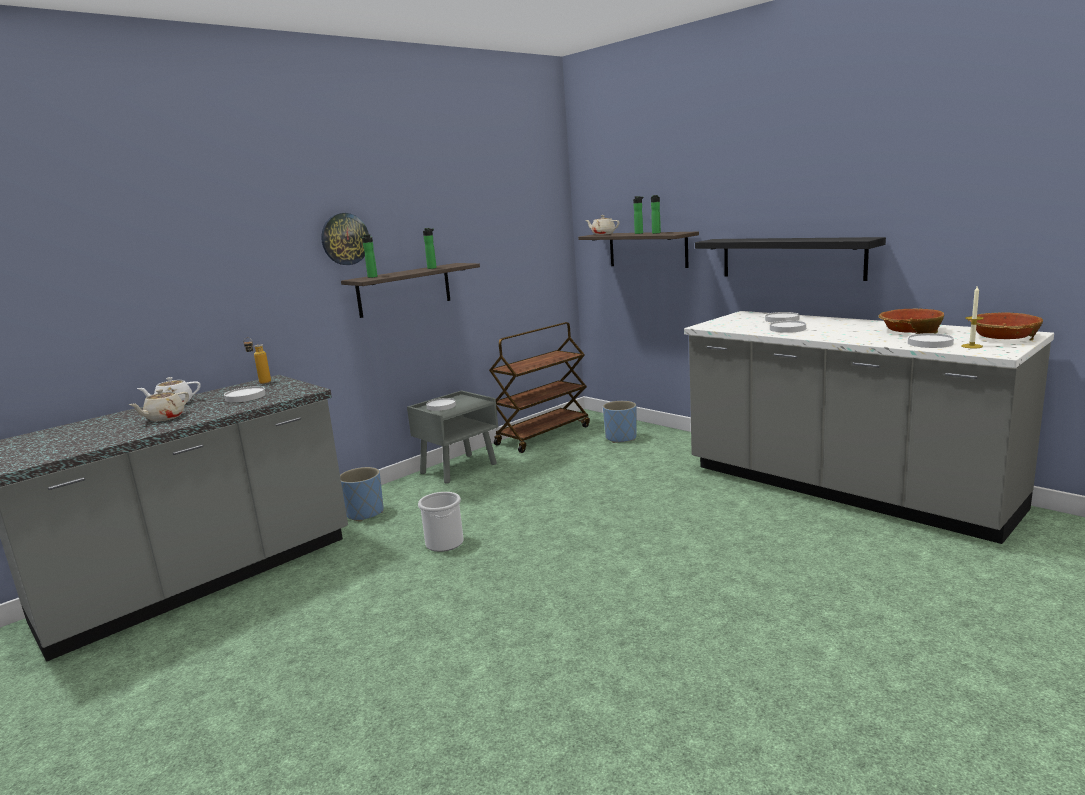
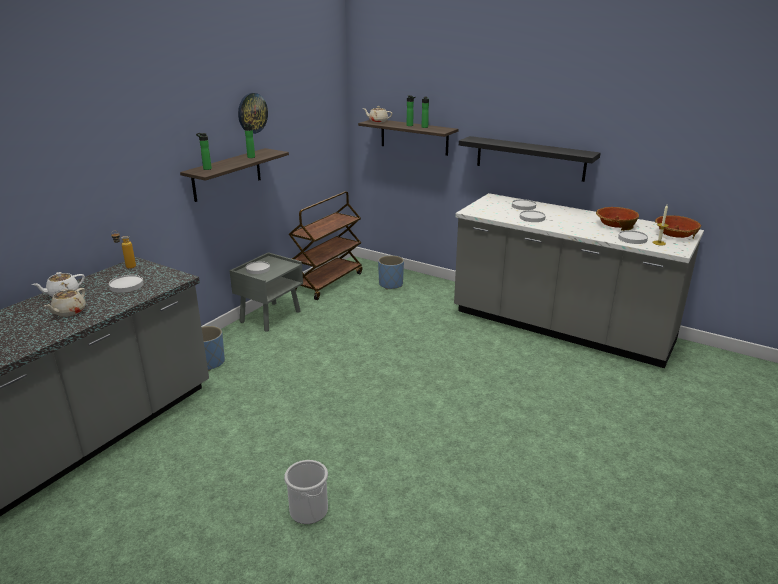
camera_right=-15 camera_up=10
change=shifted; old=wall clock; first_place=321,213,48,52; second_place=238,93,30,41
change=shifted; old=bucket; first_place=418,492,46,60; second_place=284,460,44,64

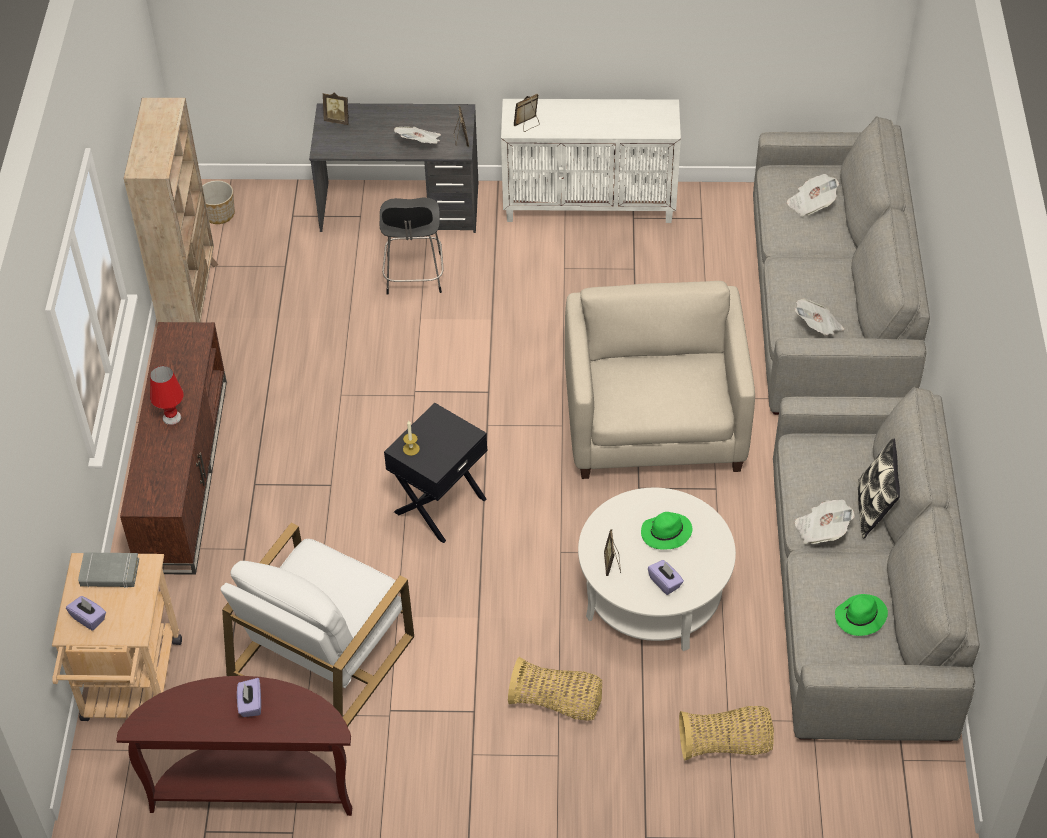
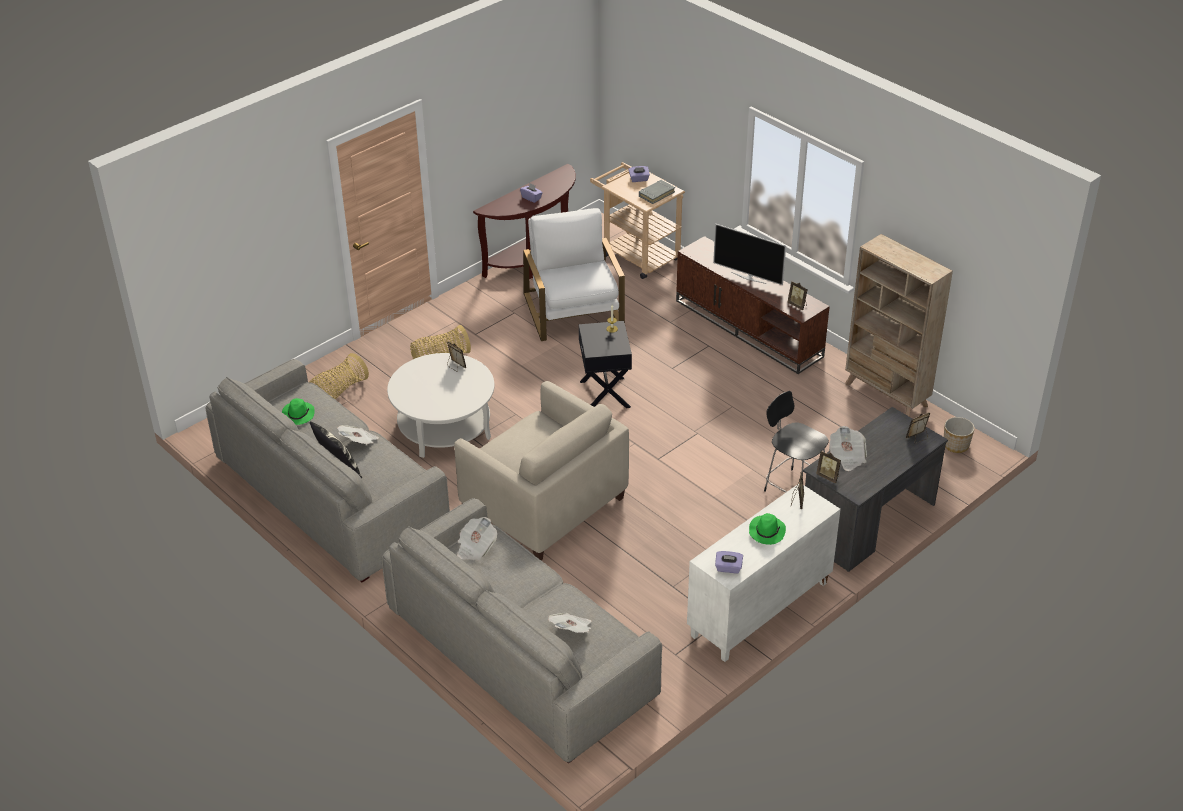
camera_right=135 camera_up=-10
change=swapped; old=table lamp/red; new=television; first_place=150,366,34,59; second_place=713,224,73,61
change=shifted; old=hat/green; first_place=641,512,51,38; second_place=749,513,37,32
change=shifted; old=tissue box/purple; first_place=648,560,36,35; second_place=715,551,28,22
change=new; new=picture frame; second_place=788,281,19,29

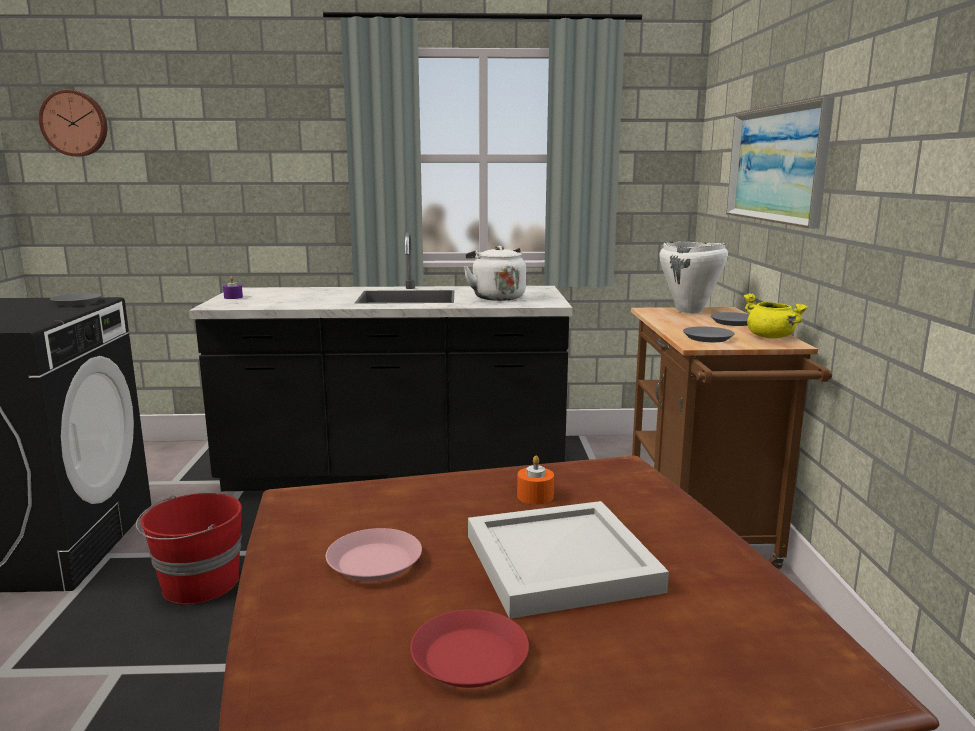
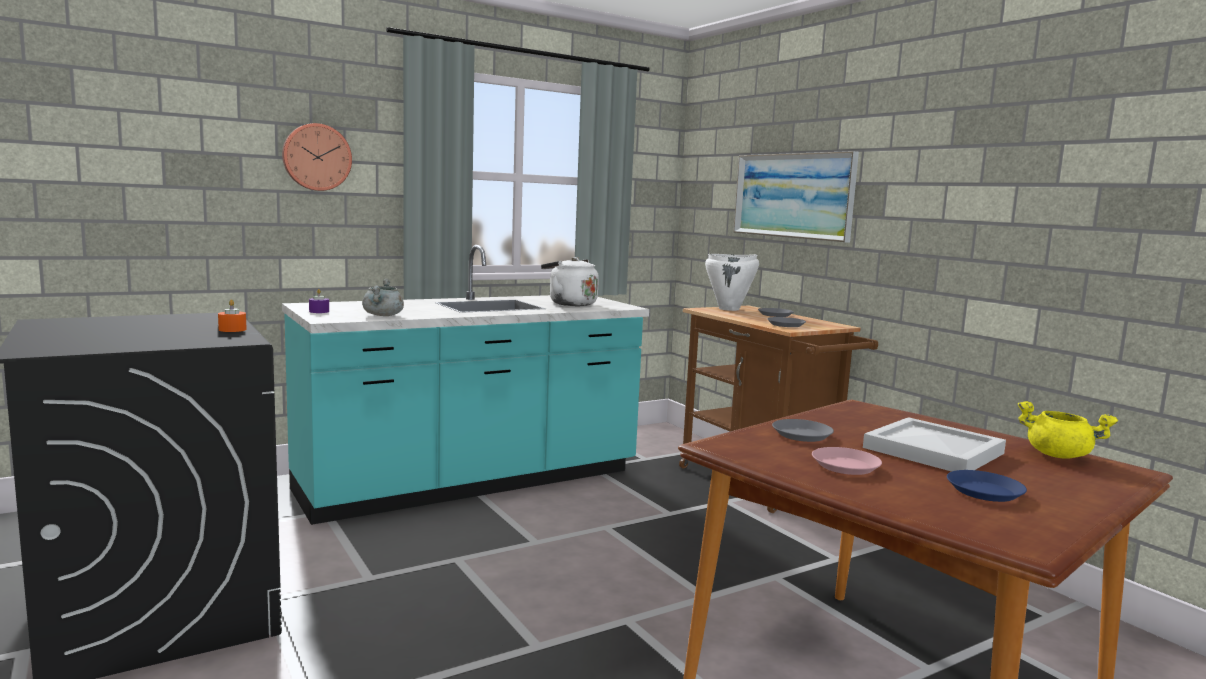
camera_right=-30 camera_up=-5
change=shifted; old=wall clock; first_place=39,90,68,66; second_place=282,123,70,68
change=repainted; old=counter/black; new=counter/turquoise; first_place=189,232,383,259; second_place=282,245,367,280
change=shifted; old=plate/grey; first_place=50,293,51,13; second_place=772,419,62,23
change=shifted; old=cooking pot/yellow; first_place=743,293,66,45; second_place=1018,401,100,58
change=shifted; old=candle/orange; first_place=517,455,37,50; second_place=218,300,29,32
change=gone; old=bucket/red; first_place=136,493,106,111
change=repainted; old=plate/red; new=plate/blue; first_place=410,609,119,79; second_place=947,470,80,32
change=new; new=cooking pot/grey; second_place=362,279,42,37

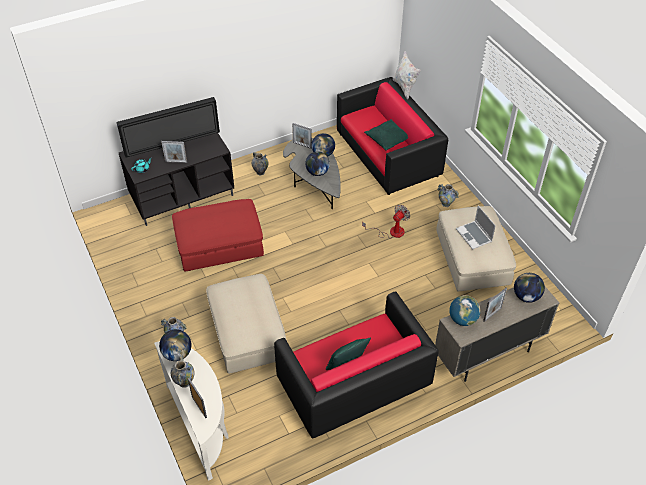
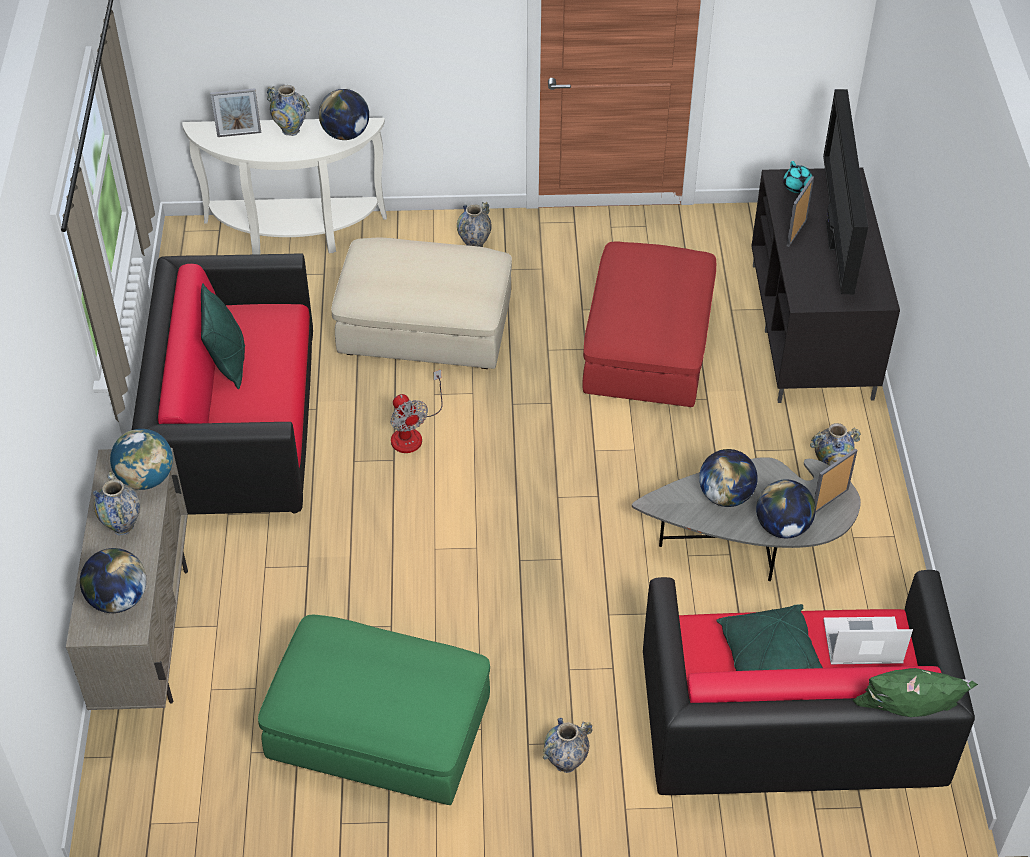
camera_right=115 camera_up=0
change=repainted; old=pillow/white; new=pillow/green; first_place=393,51,28,49; second_place=853,668,125,49
change=shifted; old=fan; first_place=362,205,48,34; second_place=390,370,53,83
change=repainted; old=ottoman/beige; new=ottoman/green; first_place=436,206,80,86; second_place=258,615,232,190
change=shifted; old=laptop; first_place=456,206,40,44; second_place=823,617,90,47
change=swapped; old=picture frame; new=vase; first_place=483,288,24,34; second_place=93,471,47,65

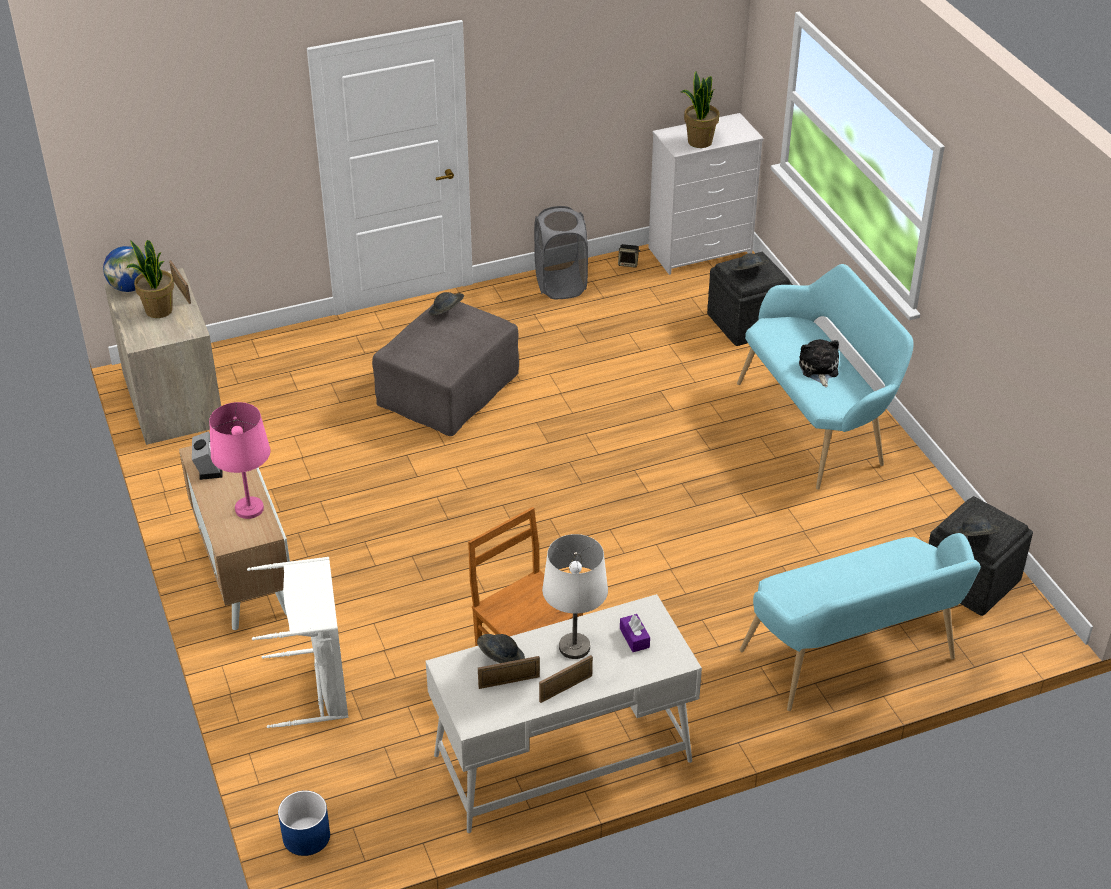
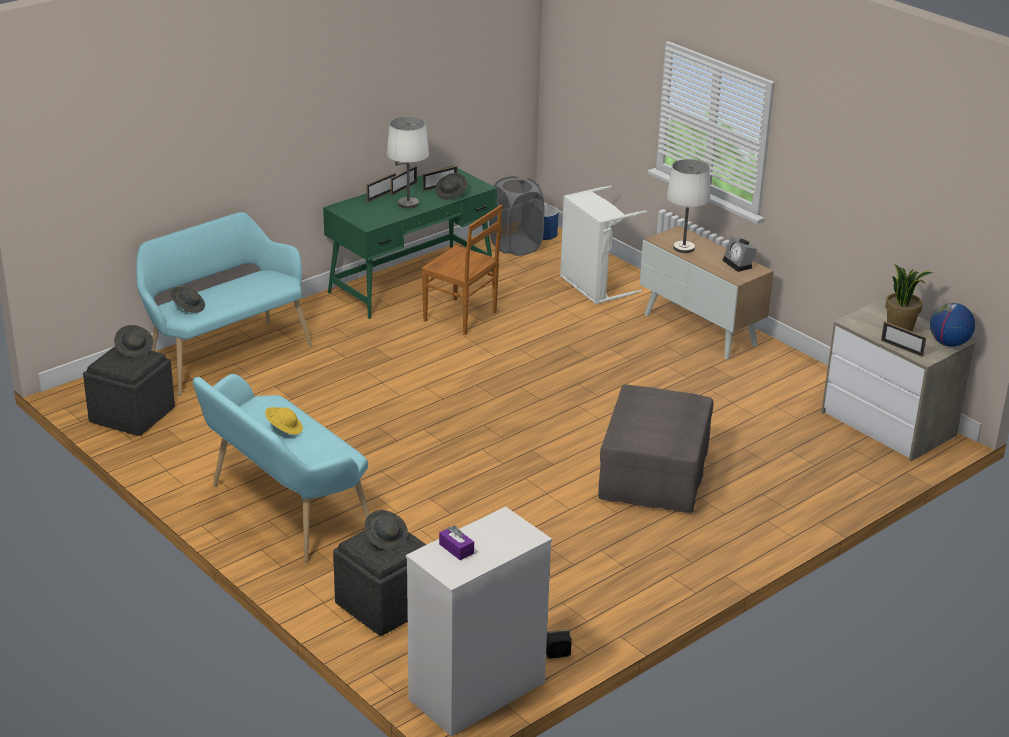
camera_right=160 camera_up=-10
change=gone; old=potted plant; first_place=681,71,38,77
change=shifted; old=laundry basket/grey; first_place=534,206,54,93; second_place=489,176,55,80
change=shifted; old=hat/grey; first_place=429,292,35,23; second_place=170,287,35,26
change=swapped; old=plush toy; new=hat/yellow; first_place=799,339,40,48; second_place=265,407,38,28
change=repainted; old=table lamp/pink; new=table lamp/white; first_place=209,402,61,117; second_place=666,159,44,94
change=repainted; old=desk/white; new=desk/green; first_place=426,594,276,239; second_place=323,165,174,154
change=shifted; old=tissue box/purple; first_place=620,614,30,38; second_place=439,525,35,35
change=new; new=picture frame; second_place=366,173,30,29

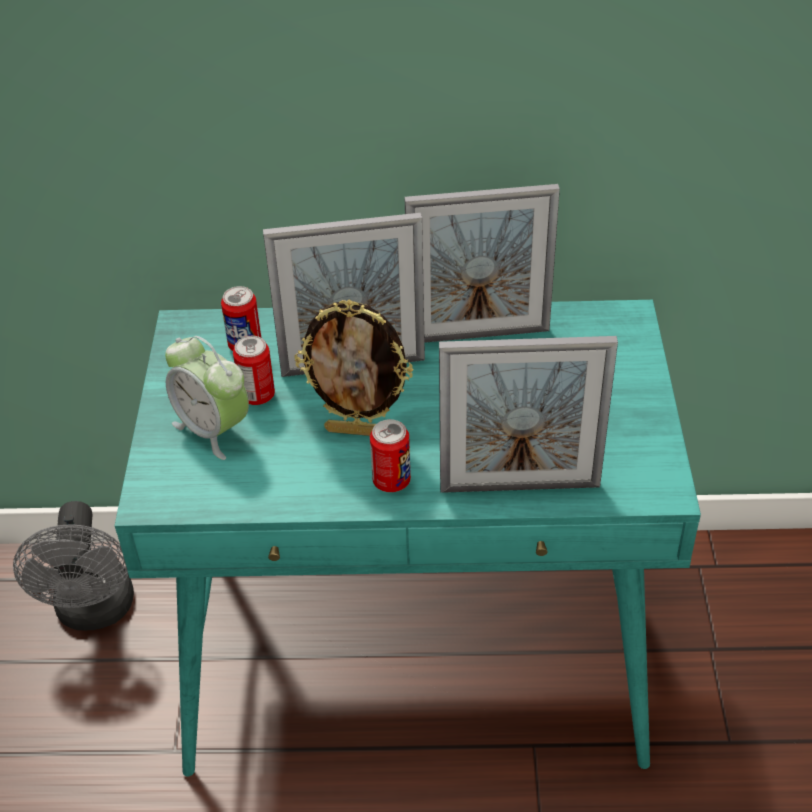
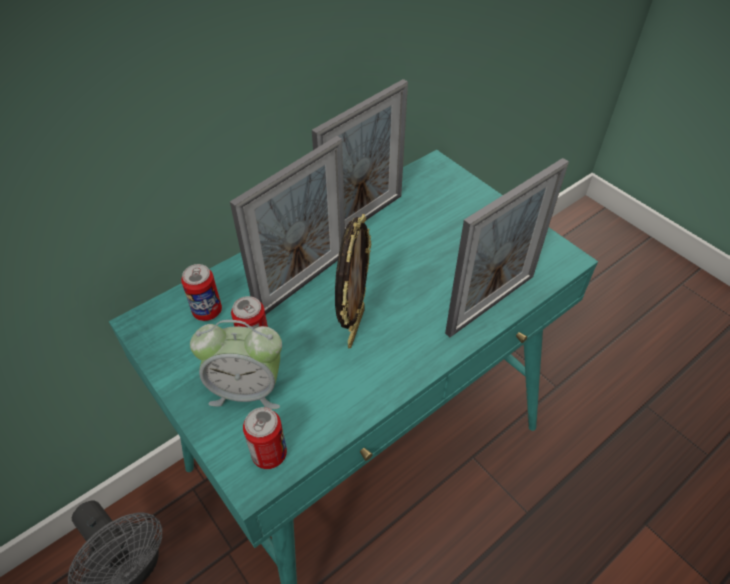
camera_right=-40 camera_up=5
change=rotated; old=picture frame; first_place=294,299,119,137; second_place=335,214,36,135; degrees=-45
change=shifted; old=can; first_place=370,419,41,73; second_place=243,407,44,62

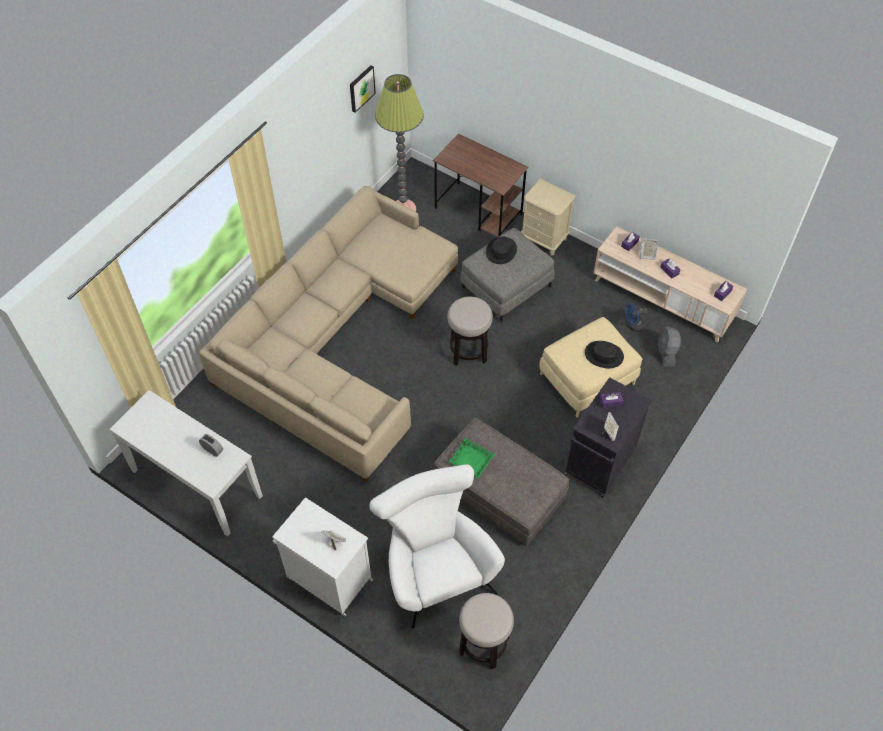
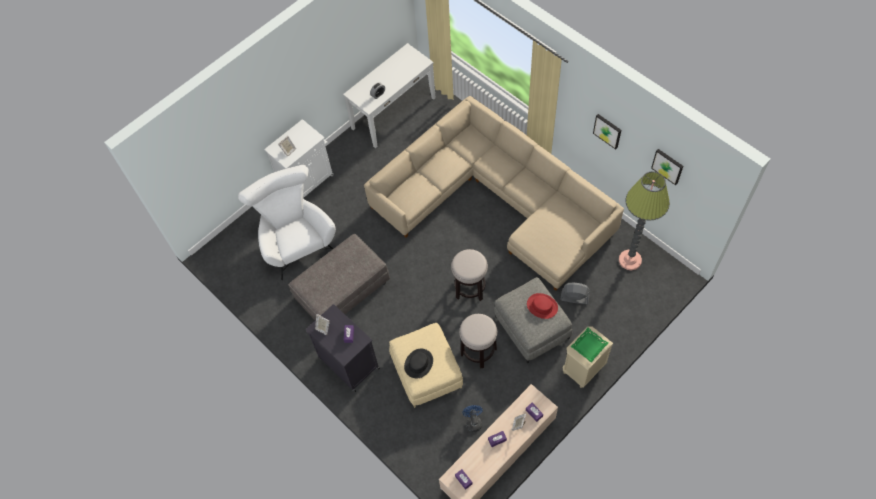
camera_right=105 camera_up=5
change=gone; old=desk/brown; first_place=433,134,95,103
change=repainted; old=hat/black; new=hat/red; first_place=486,237,31,27; second_place=527,293,31,26
change=shifted; old=fan/grey; first_place=658,326,23,41; second_place=560,283,30,21
change=shifted; old=tray/green; first_place=448,438,47,40; second_place=571,328,37,34
change=rotated; old=armchair/white; first_place=370,464,135,164; second_place=238,165,98,115; degrees=-105
change=shifted; old=stool; first_place=459,593,55,76; second_place=459,314,38,54
change=new; new=picture; second_place=593,114,28,36

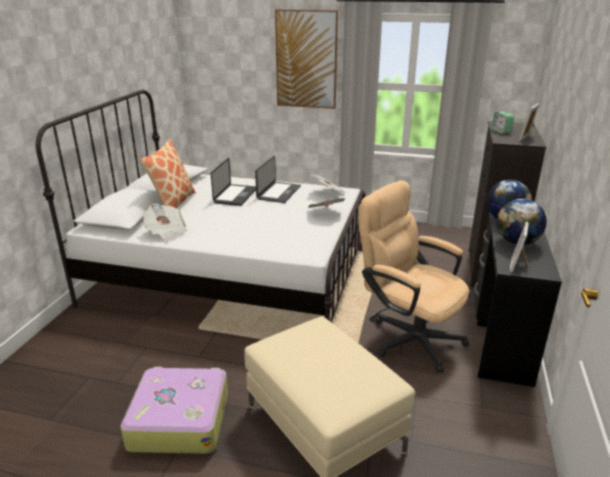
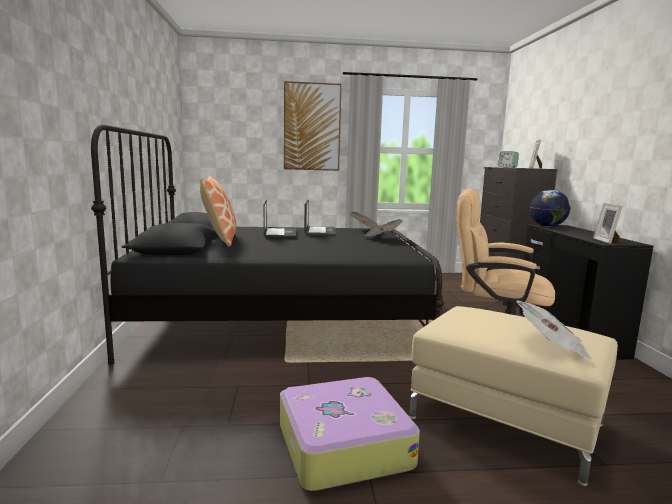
camera_right=-20 camera_up=-15
change=repainted; old=bed/white; new=bed/black; first_place=36,90,329,232; second_place=91,124,353,241
change=gone; old=globe; first_place=497,199,50,46
change=shifted; old=newspaper; first_place=143,204,44,38; second_place=516,300,75,59

